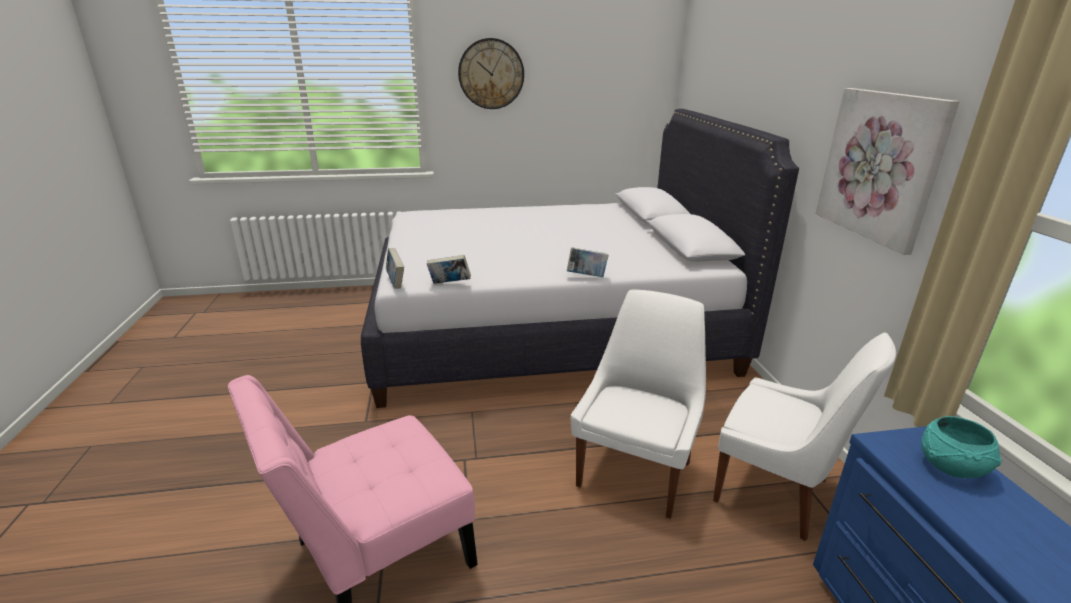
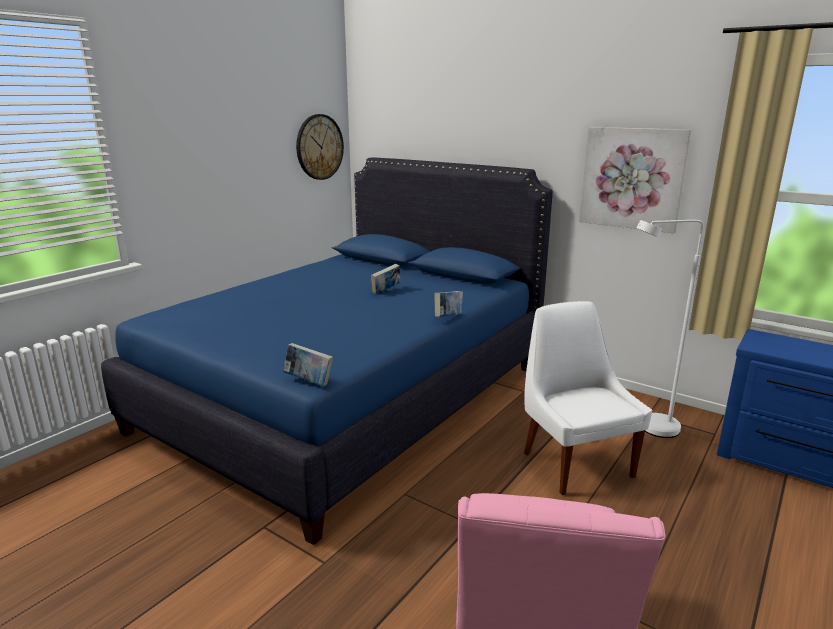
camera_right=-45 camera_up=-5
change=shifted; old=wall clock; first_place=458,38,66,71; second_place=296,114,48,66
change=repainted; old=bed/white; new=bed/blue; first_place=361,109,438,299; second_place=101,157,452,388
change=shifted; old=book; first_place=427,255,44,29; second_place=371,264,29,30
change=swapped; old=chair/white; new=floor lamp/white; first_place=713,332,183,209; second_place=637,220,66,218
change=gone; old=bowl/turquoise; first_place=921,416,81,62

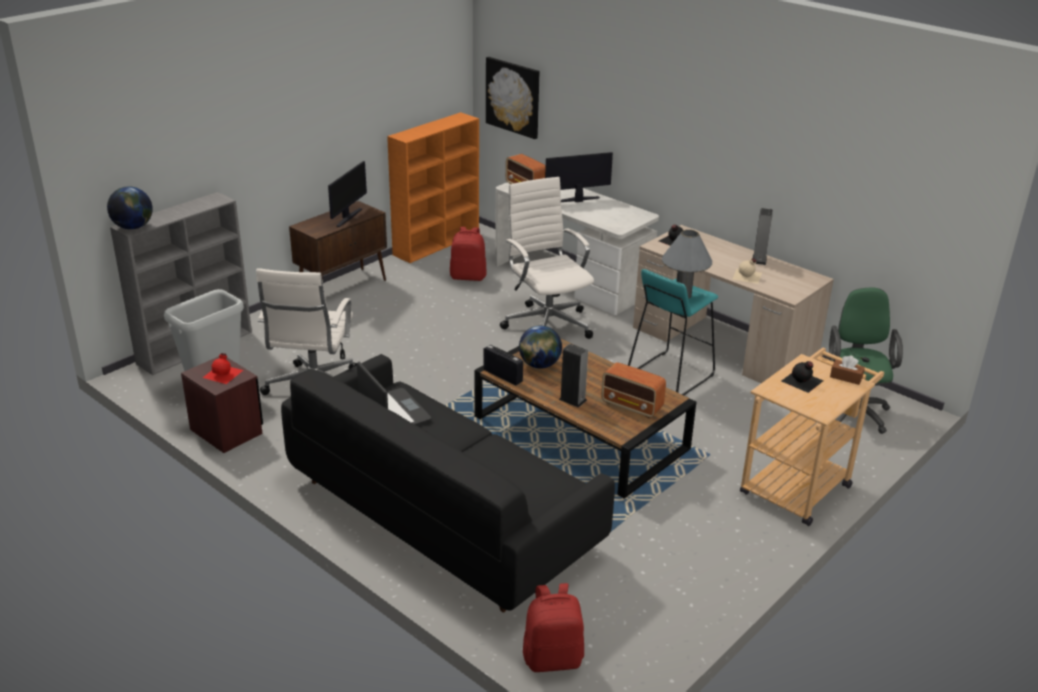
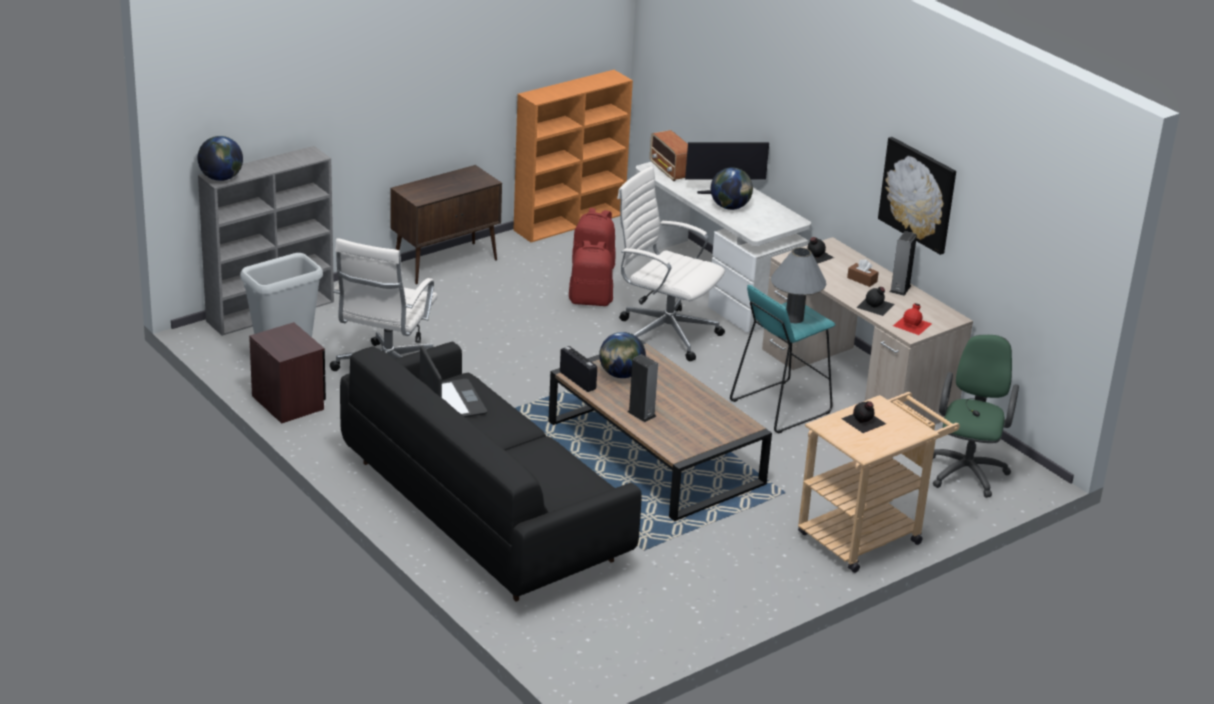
camera_right=10 camera_up=0
change=shifted; old=picture; first_place=486,57,54,82; second_place=878,137,78,118
change=gone; old=monitor; first_place=328,161,39,66
change=rotated; old=office chair/white; first_place=500,177,94,162; second_place=617,166,108,195; degrees=-45
change=repainted; old=bottle/beige; new=bottle/black; first_place=733,258,29,26; second_place=856,287,38,29
change=shifted; old=bottle/red; first_place=203,353,40,31; second_place=893,303,39,32
change=shifted; old=tissue box/brown; first_place=830,355,35,30; second_place=847,259,32,28
change=gone; old=radio; first_place=601,362,65,56
change=shifted; old=backpack/red; first_place=523,583,61,89; second_place=569,241,44,65
change=new; new=globe; second_place=711,167,42,43

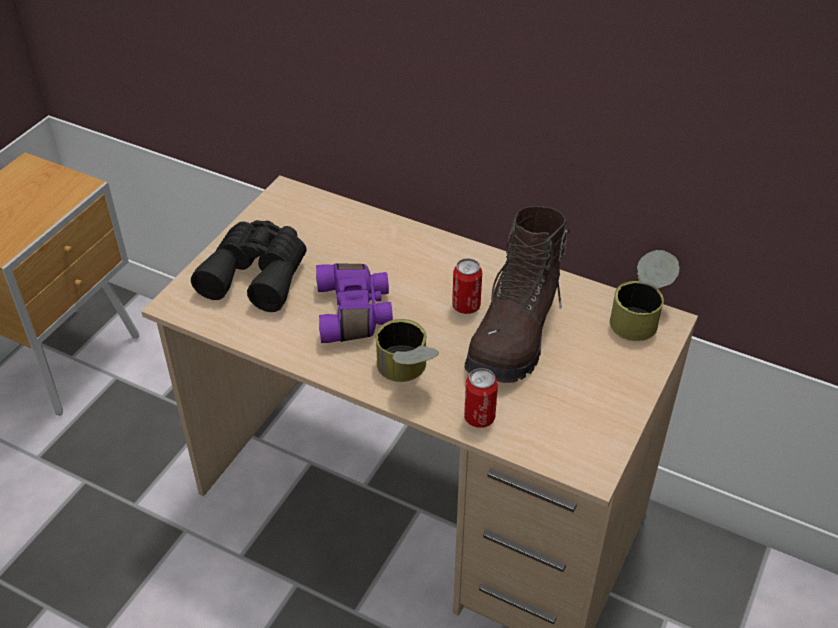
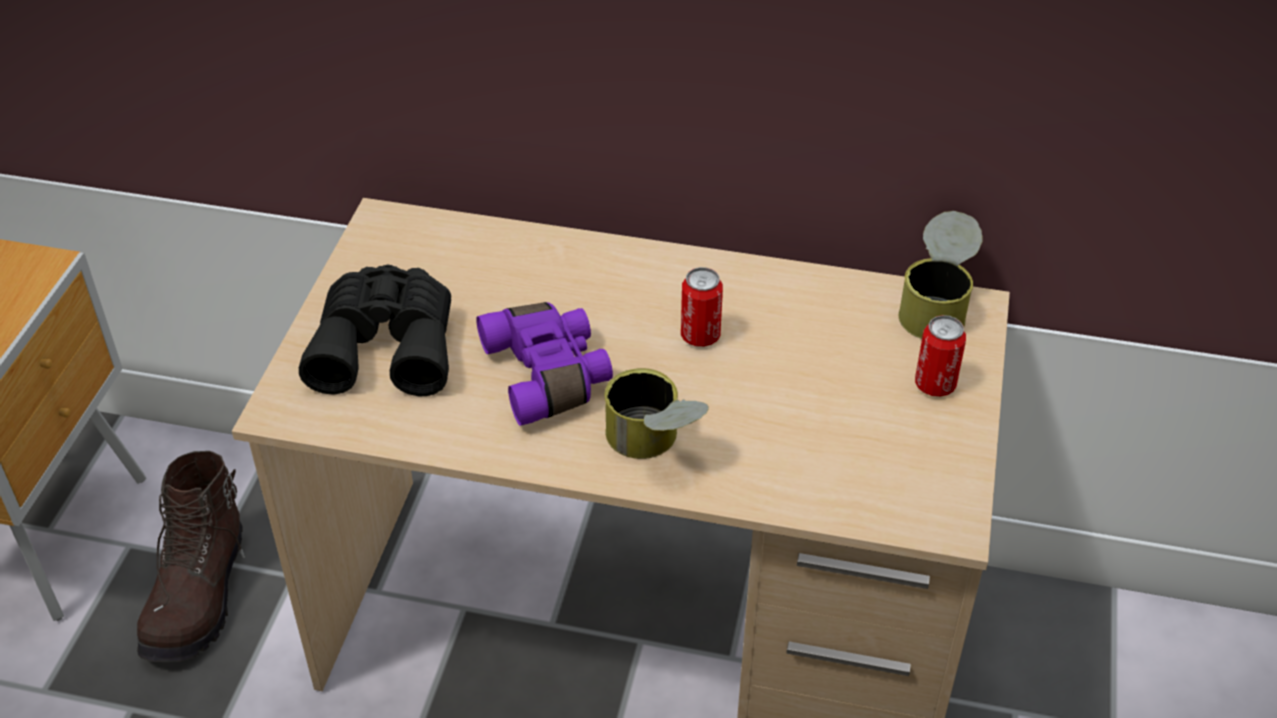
camera_right=-15 camera_up=0
change=shifted; old=boot/brown; first_place=464,206,106,177; second_place=137,451,108,211
change=shifted; old=can; first_place=464,368,34,60; second_place=915,315,51,82

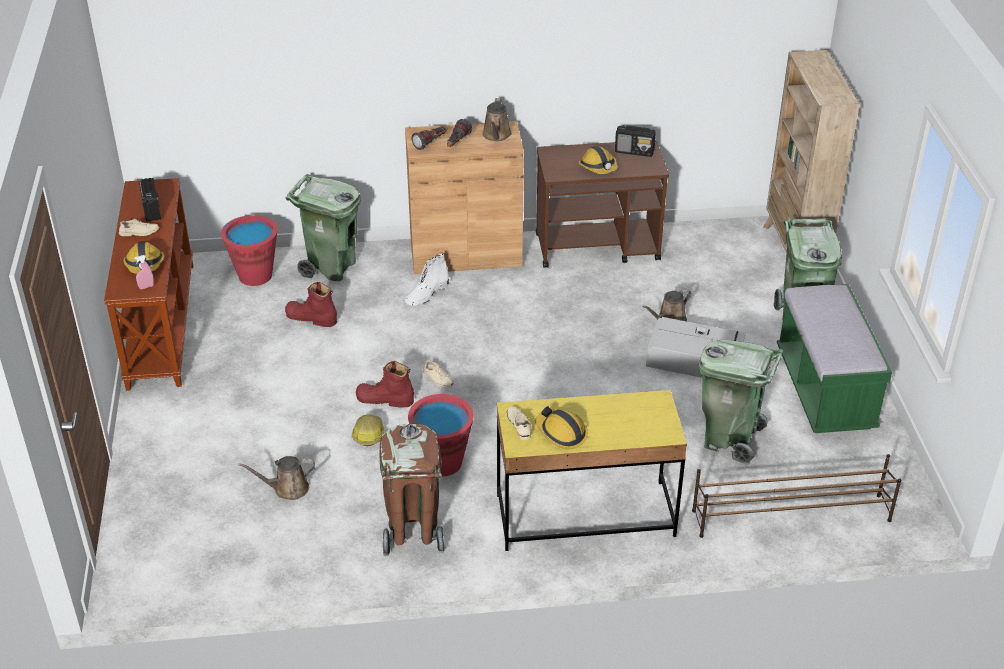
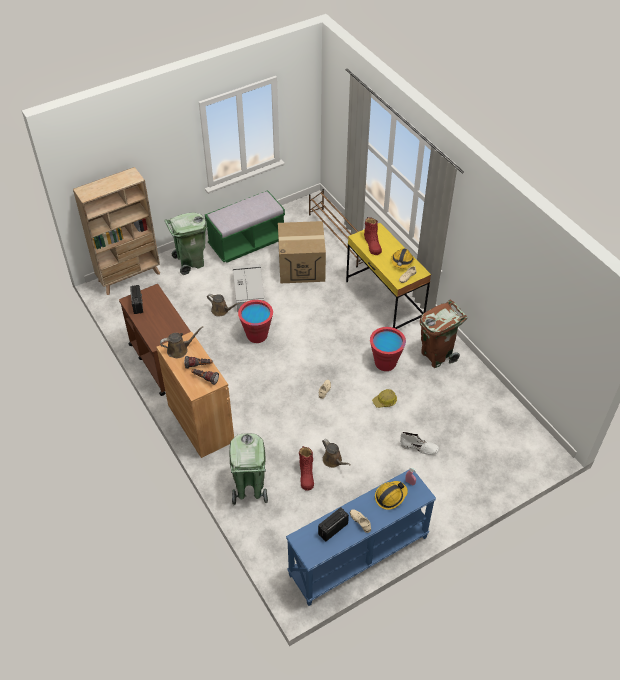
camera_right=-115 camera_up=10
change=gone; old=hard hat; first_place=578,146,40,28
change=repainted; old=console table/brown; new=console table/blue; first_place=104,178,89,213; second_place=286,469,150,137
change=shifted; old=bucket/red; first_place=221,215,57,71; second_place=238,300,35,43
change=shifted; old=boot/white; first_place=405,253,44,53; second_place=400,432,39,23
change=swapped; old=trash can/green; new=cardboard box; first_place=698,340,86,124; second_place=278,221,48,63
change=shifted; old=boot/red; first_place=356,361,58,47; second_place=364,217,18,38
change=shifted; old=watering can/brown; first_place=239,456,76,44; second_place=322,439,28,29

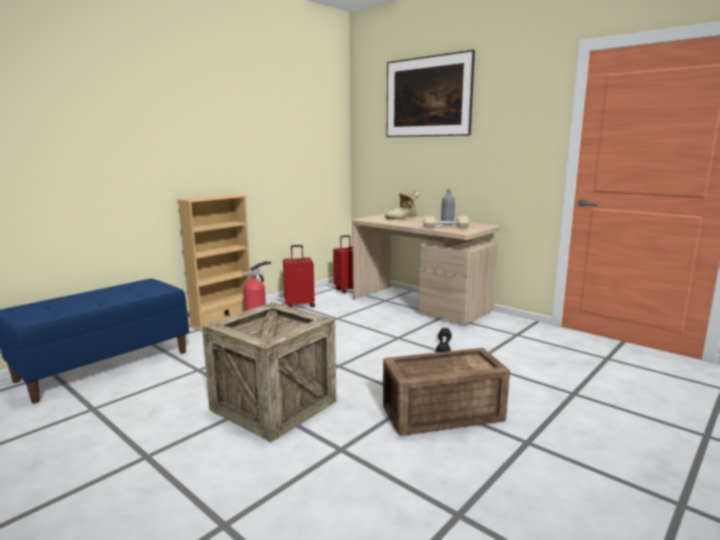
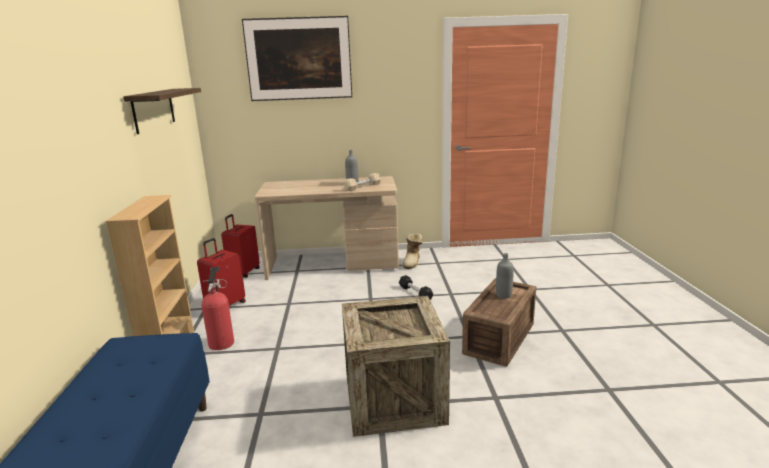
camera_right=-45 camera_up=5
change=shifted; old=boot; first_place=385,191,34,29; second_place=402,233,21,36
change=new; new=shelf; second_place=123,88,78,46
change=new; new=bottle/grey; second_place=496,253,18,45

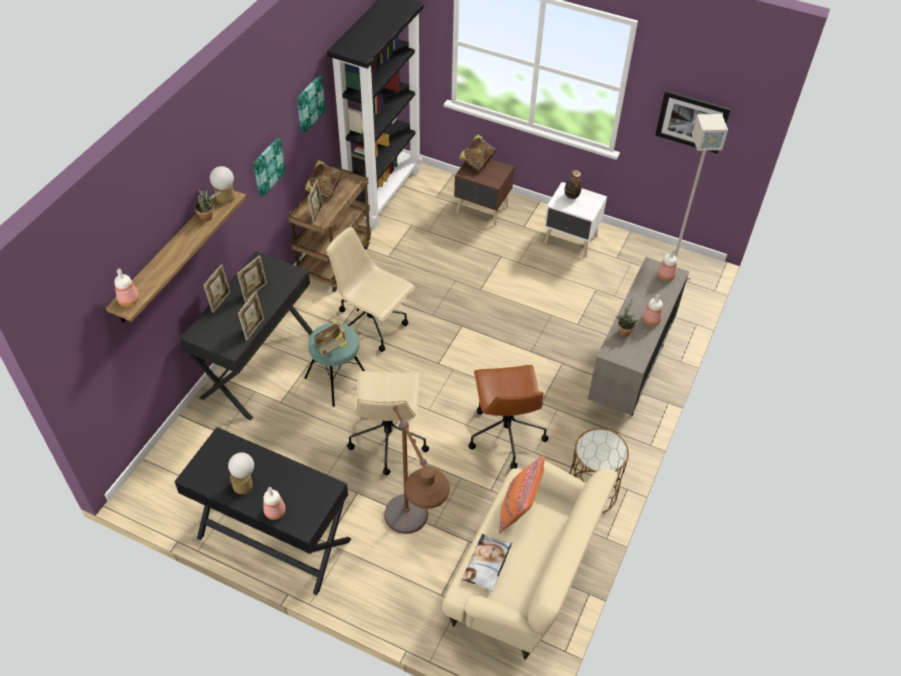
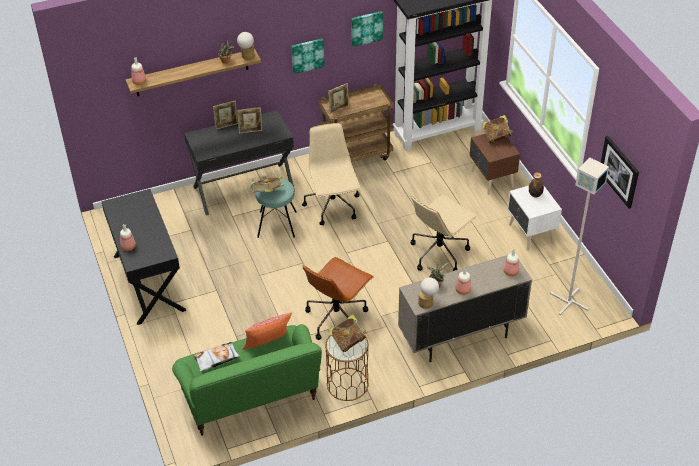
camera_right=45 camera_up=-5
change=shifted; old=book; first_place=305,160,37,39; second_place=328,314,39,38
change=gone; old=picture frame; first_place=238,291,26,49
change=shifted; old=office chair/beige; first_place=347,371,82,104; second_place=411,195,67,76
change=gone; old=floor lamp/brown; first_place=384,406,66,128
change=shifted; old=table lamp; first_place=228,453,26,41; second_place=418,277,21,32
change=repainted; old=sofa/beige; new=sofa/green; first_place=442,461,176,199; second_place=172,324,150,112

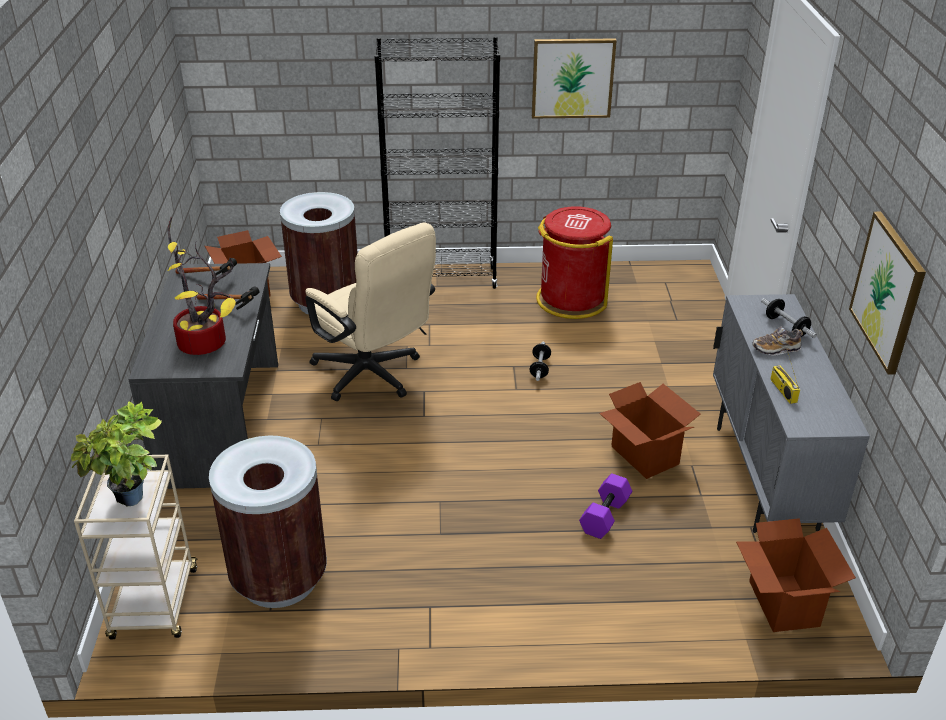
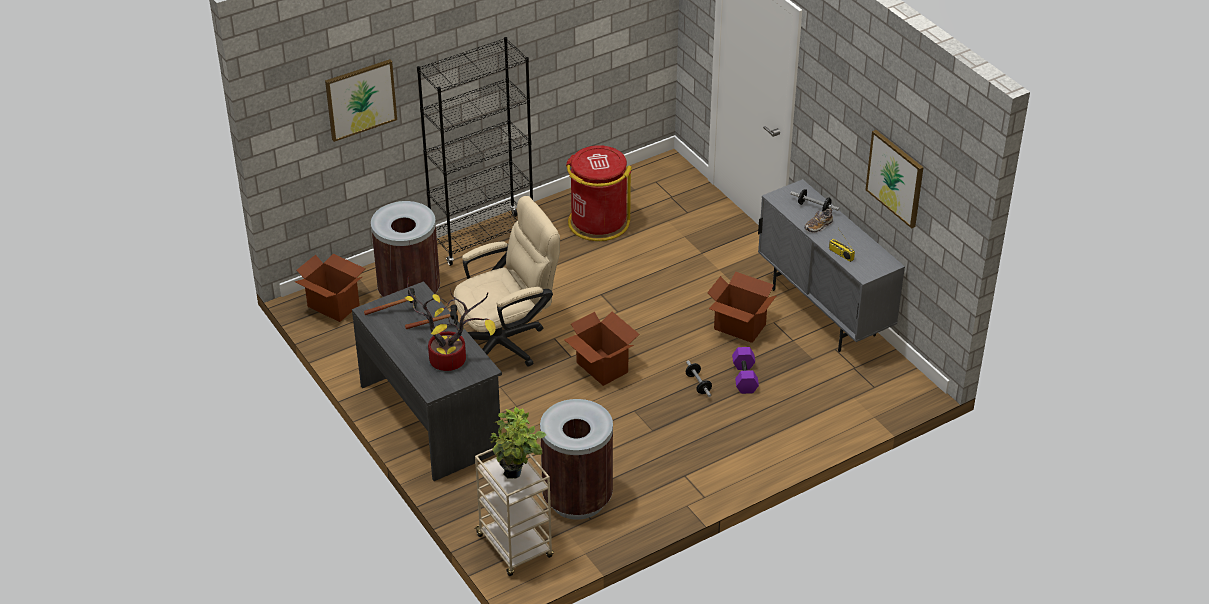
camera_right=-30 camera_up=5
change=shifted; old=picture; first_place=532,38,85,81; second_place=325,59,72,83
change=rotated; old=office chair/beige; first_place=305,223,131,178; second_place=454,196,106,171; degrees=-45
change=shifted; old=dumbbell; first_place=529,342,22,39; second_place=686,360,26,37
change=shifted; old=cardboard box; first_place=736,518,120,114; second_place=564,312,76,74

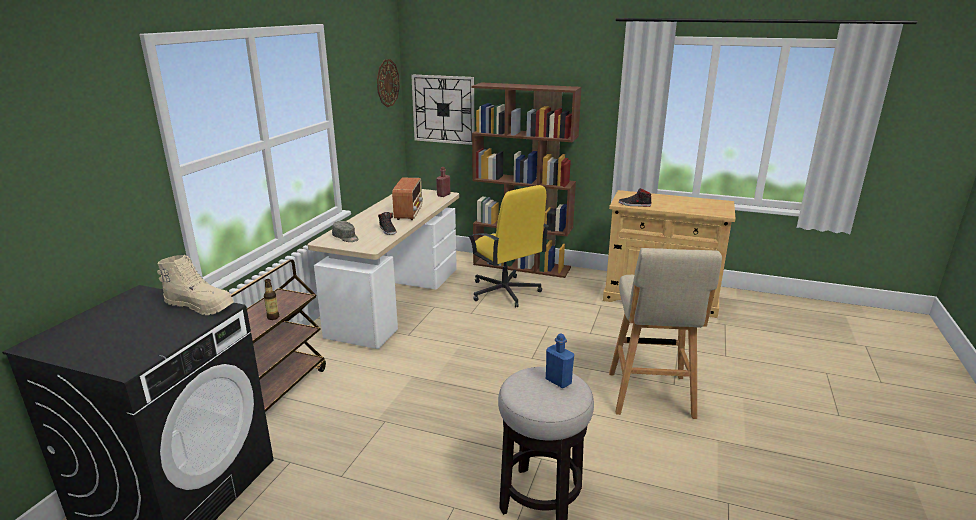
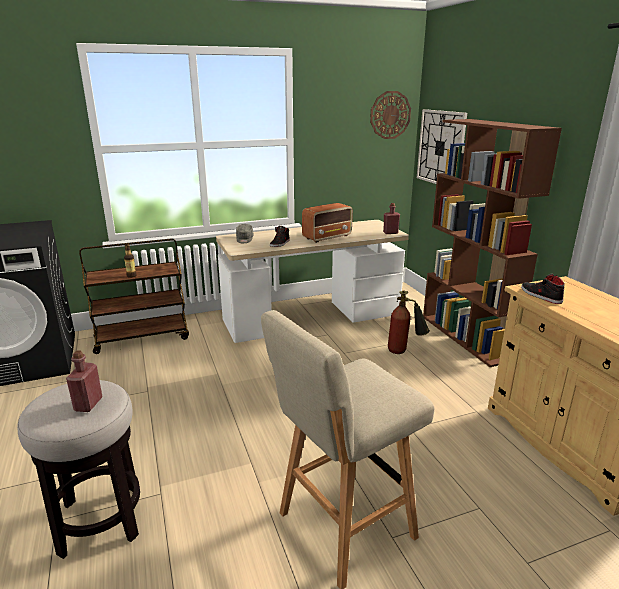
camera_right=50 camera_up=0
change=swapped; old=office chair/yellow; new=fire extinguisher; first_place=468,185,81,122; second_place=388,291,42,63
change=gone; old=boot/beige; first_place=157,255,77,60
change=repainted; old=bottle/blue; new=bottle/red; first_place=546,333,28,55; second_place=66,350,37,62

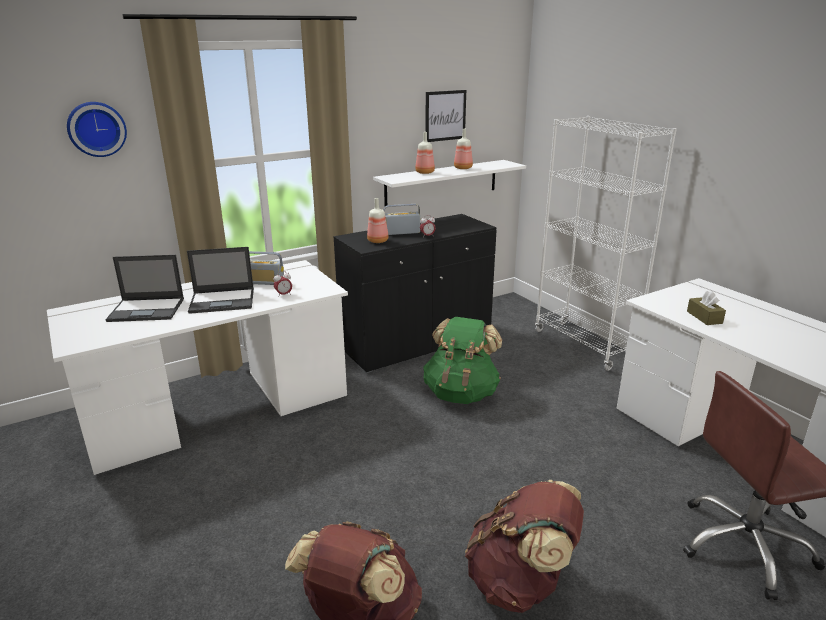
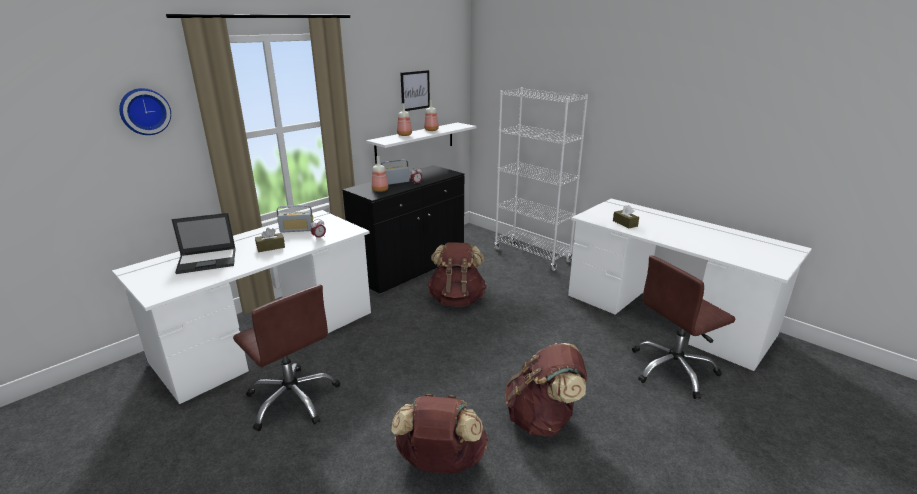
camera_right=-15 camera_up=0
change=swapped; old=laptop; new=tissue box/brown; first_place=187,247,67,67; second_place=255,228,30,24
change=repainted; old=backpack/green; new=backpack/brown; first_place=423,317,79,87; second_place=427,242,60,65
change=new; new=office chair/brown; second_place=233,285,107,146

